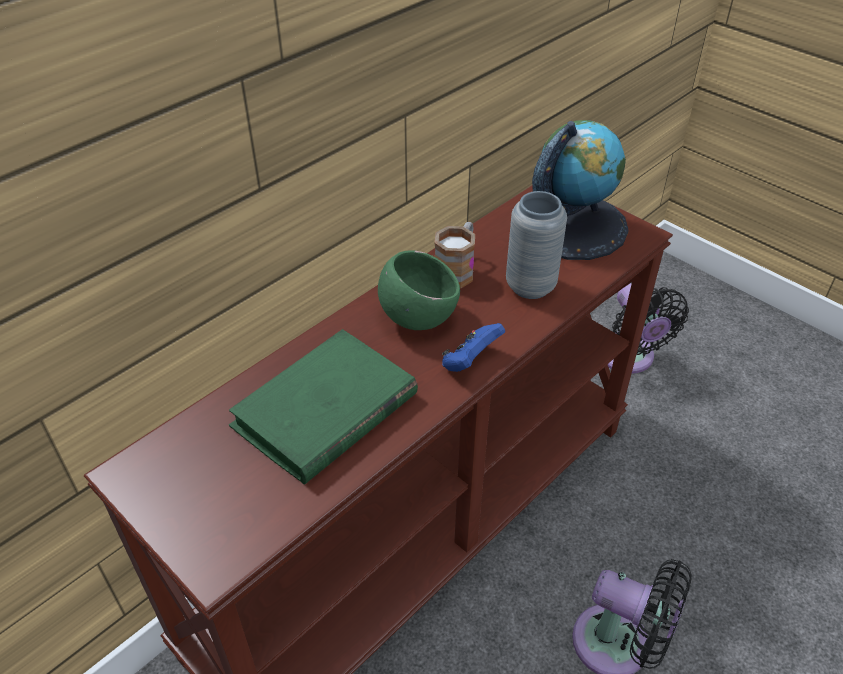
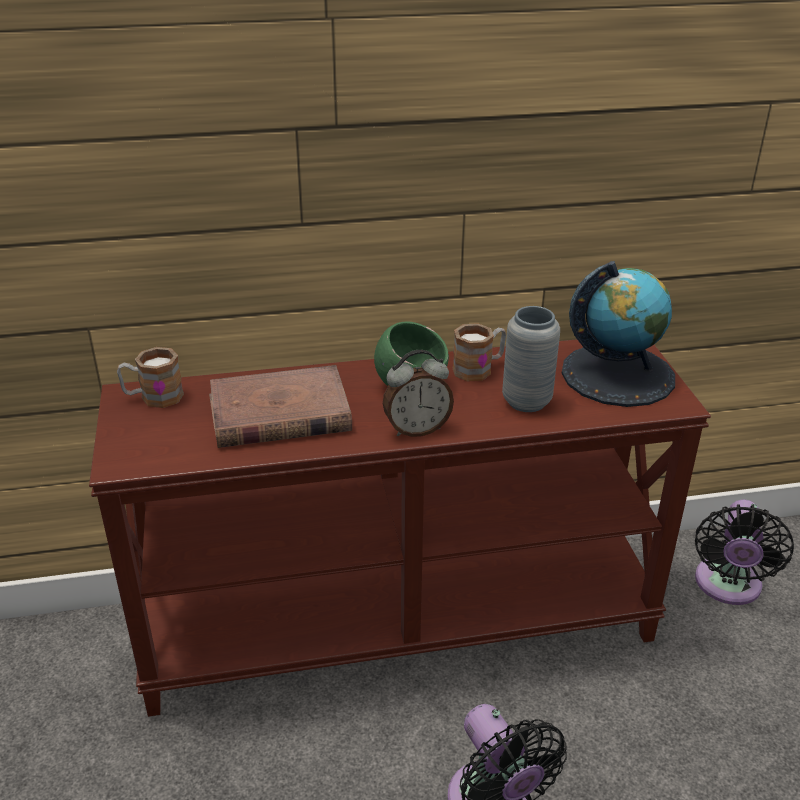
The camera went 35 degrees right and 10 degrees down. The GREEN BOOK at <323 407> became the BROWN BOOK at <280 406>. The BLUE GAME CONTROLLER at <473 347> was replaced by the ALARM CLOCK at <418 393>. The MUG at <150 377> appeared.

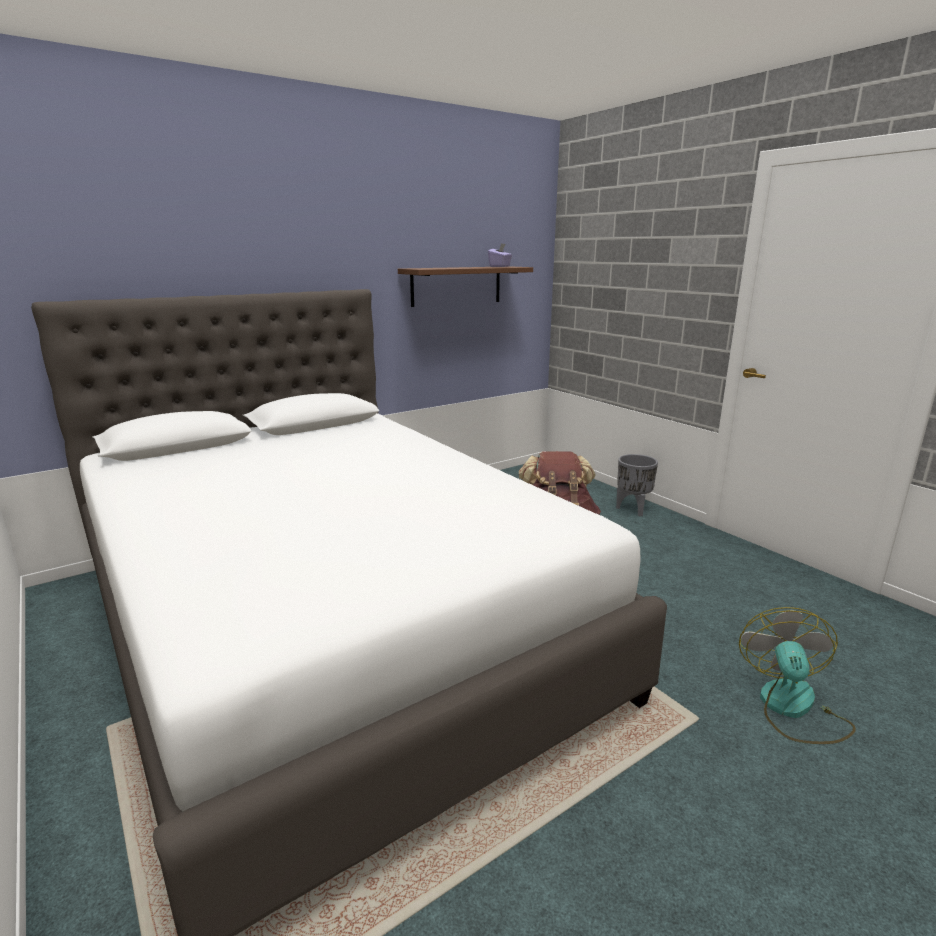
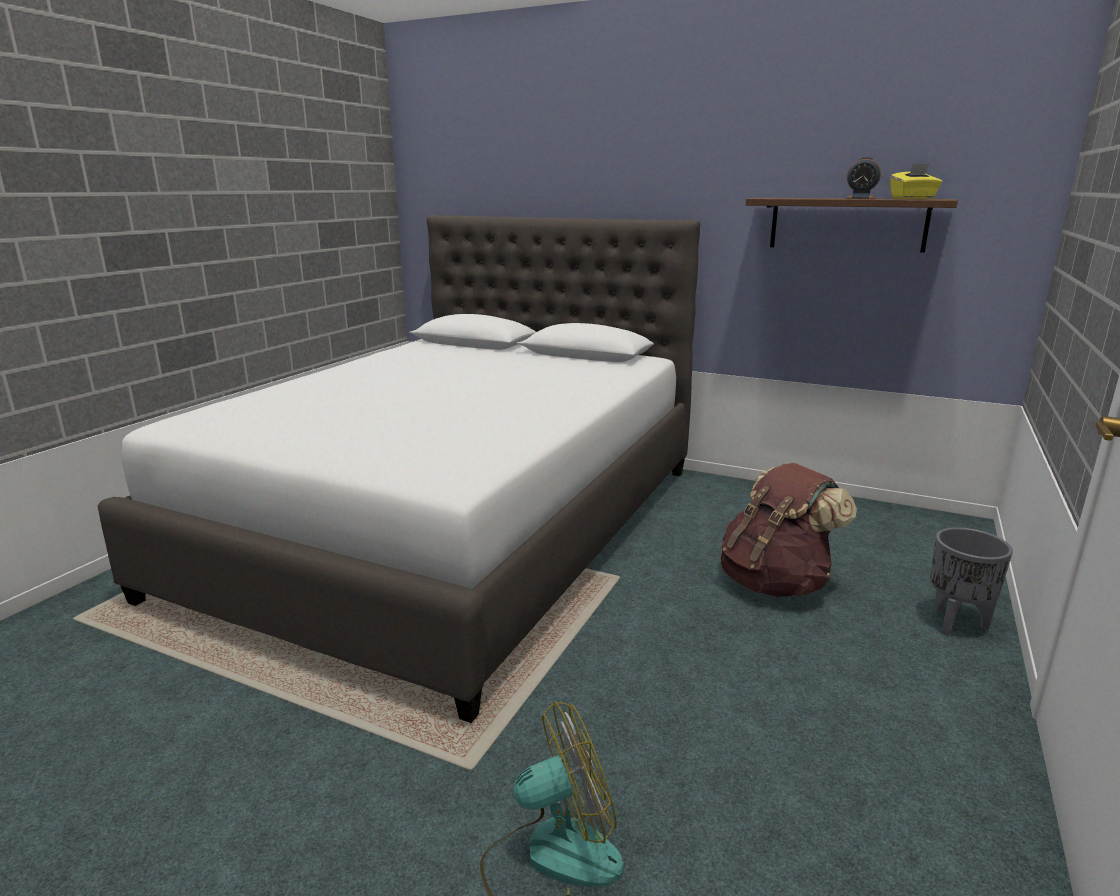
The camera went 60 degrees right and 0 degrees up. The PURPLE TISSUE BOX at <500 255> became the YELLOW TISSUE BOX at <916 181>. The ALARM CLOCK at <863 178> appeared.

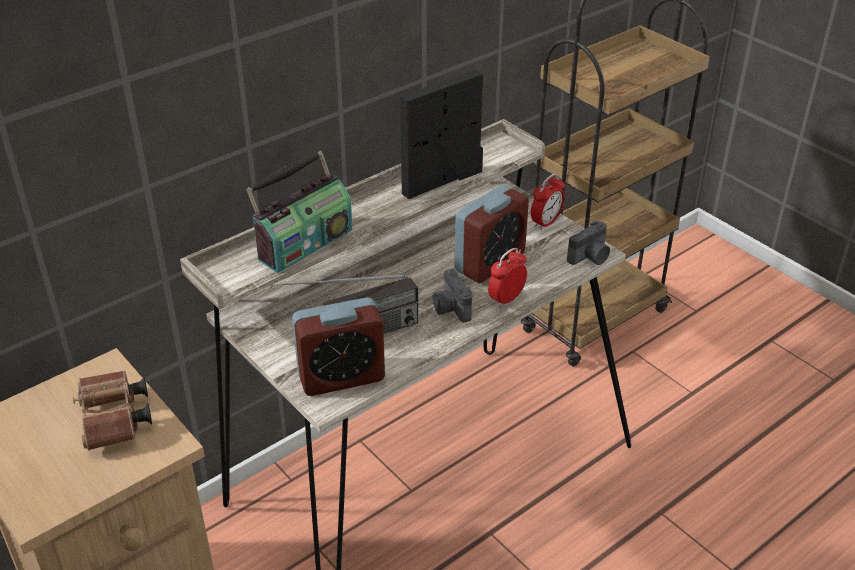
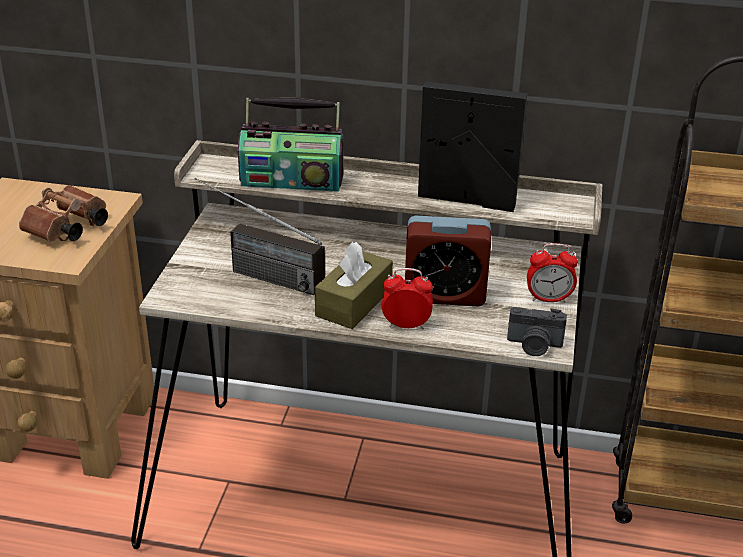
The camera went 50 degrees right and 5 degrees down. The ALARM CLOCK at <338 346> disappeared. The PHOTO CAMERA at <452 295> was replaced by the BROWN TISSUE BOX at <354 285>.

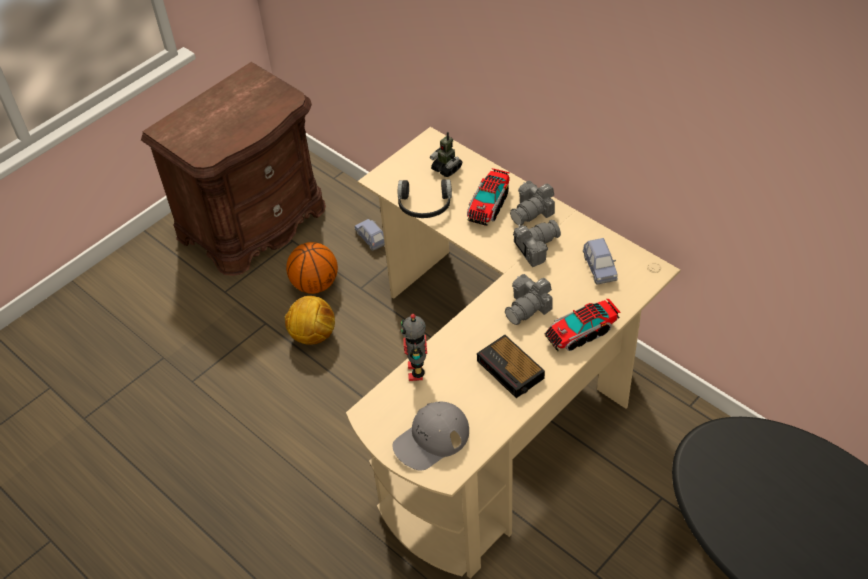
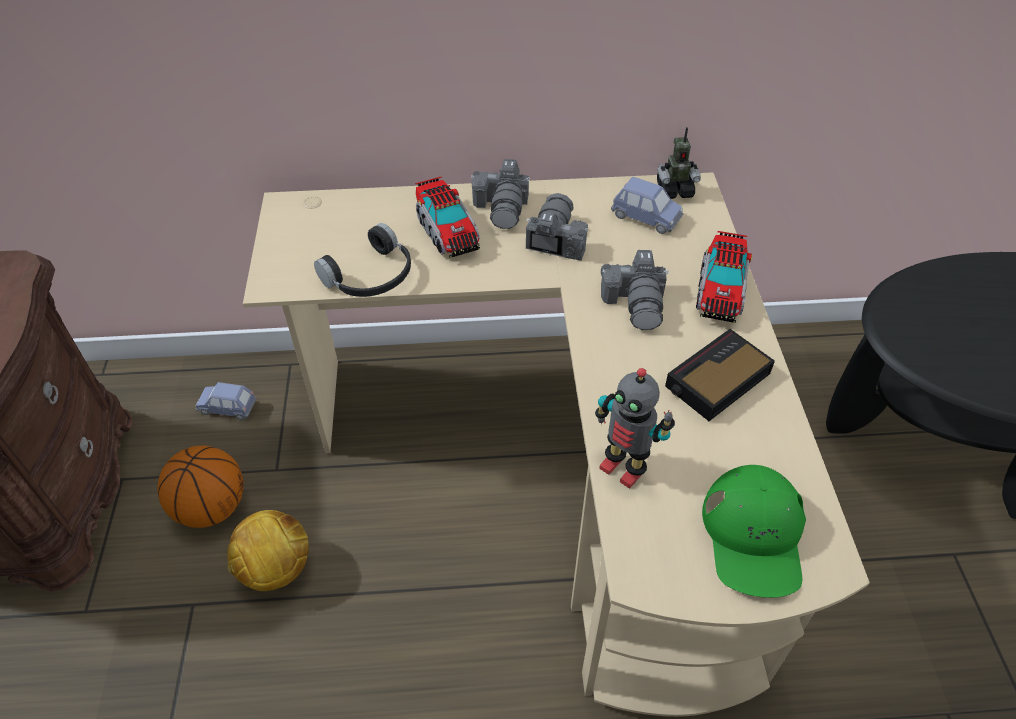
The camera went 50 degrees left and 0 degrees up. The GREY CAP at <430 436> became the GREEN CAP at <754 531>. The TOY ROBOT moved from <446 154> to <679 163>. The ALARM CLOCK at <511 366> turned 135 degrees clockwise.

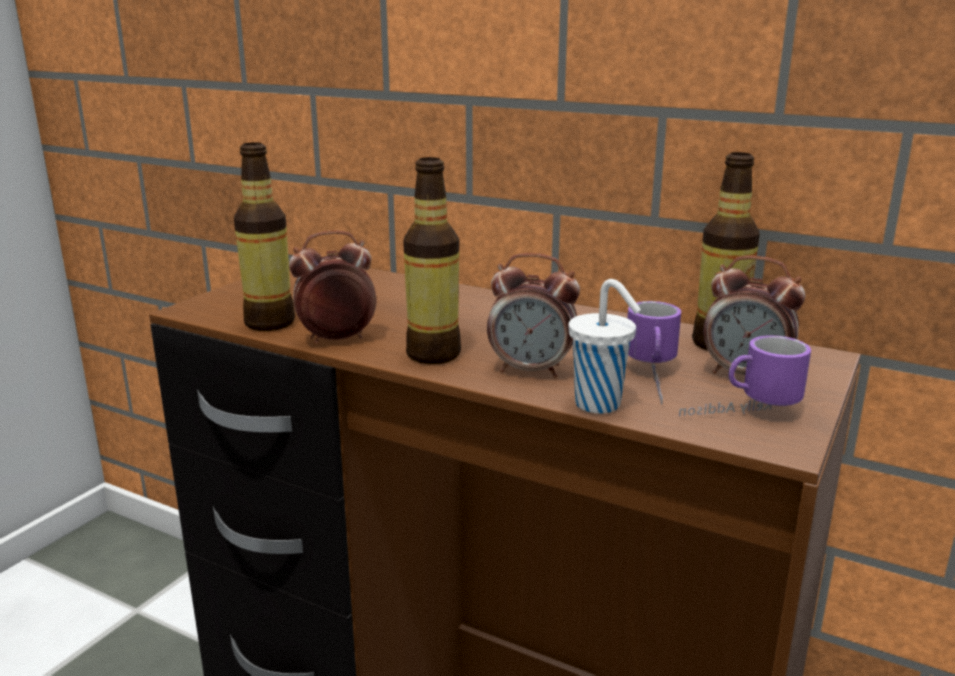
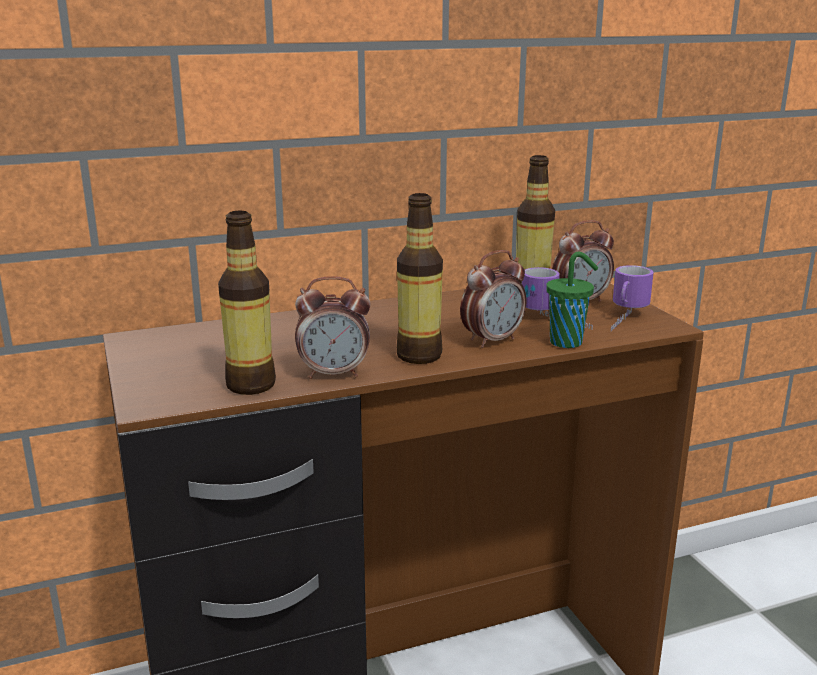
The camera went 50 degrees left and 0 degrees up. The ALARM CLOCK at <332 287> turned 120 degrees counterclockwise. The WHITE CUP at <605 346> became the GREEN CUP at <572 300>.

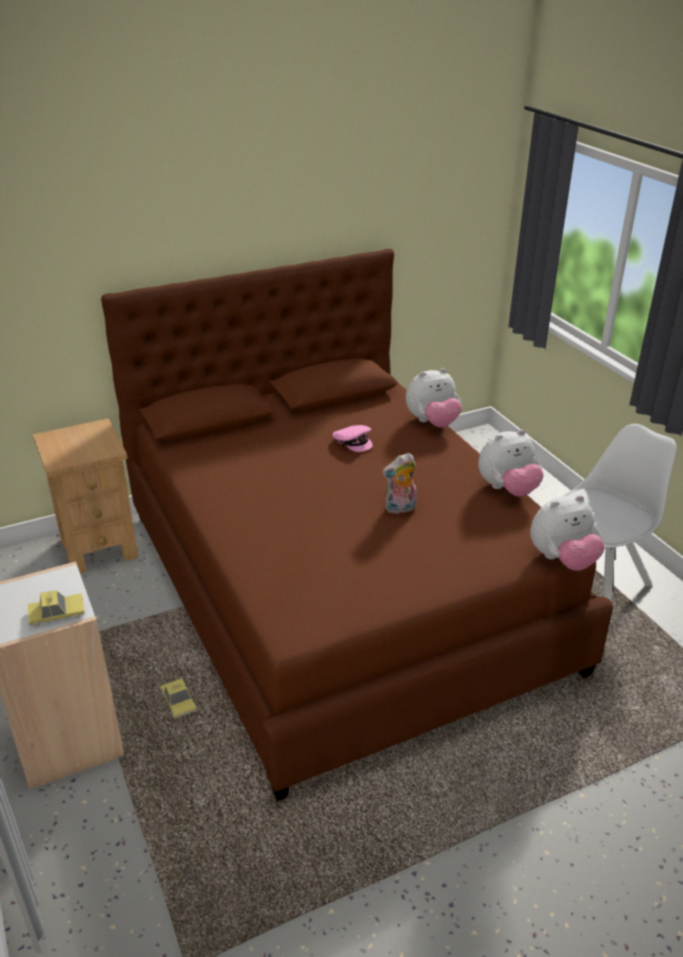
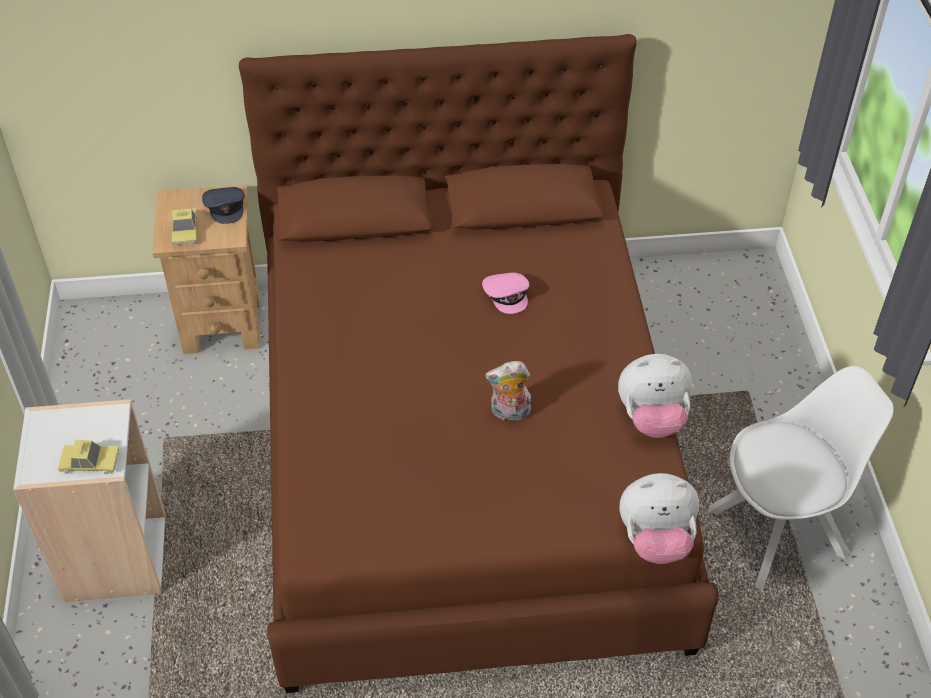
The camera went 20 degrees right and 15 degrees up. The TOY CAR moved from <178 698> to <184 226>. The PLUSH TOY at <434 397> disappeared. The GREY CAP at <223 205> appeared.

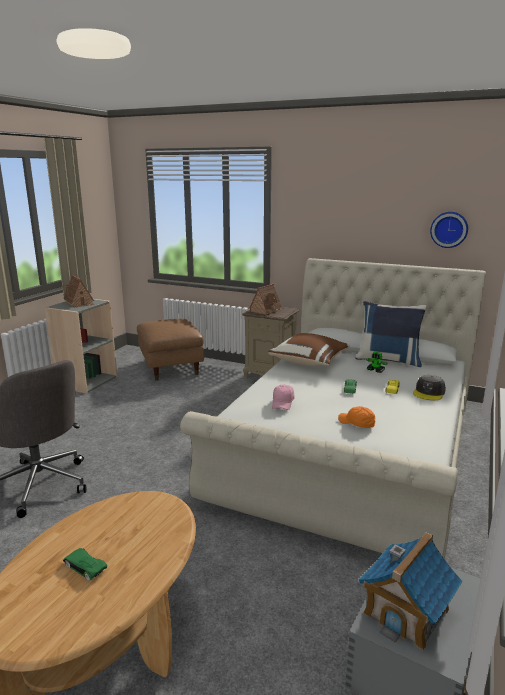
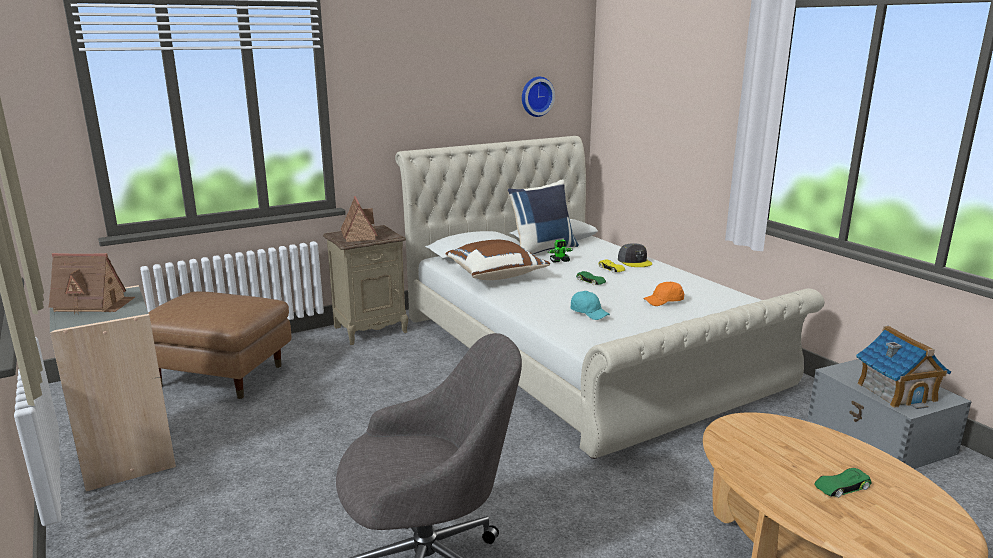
The camera went 55 degrees left and 0 degrees up. The PINK CAP at <283 397> became the TURQUOISE CAP at <590 305>.

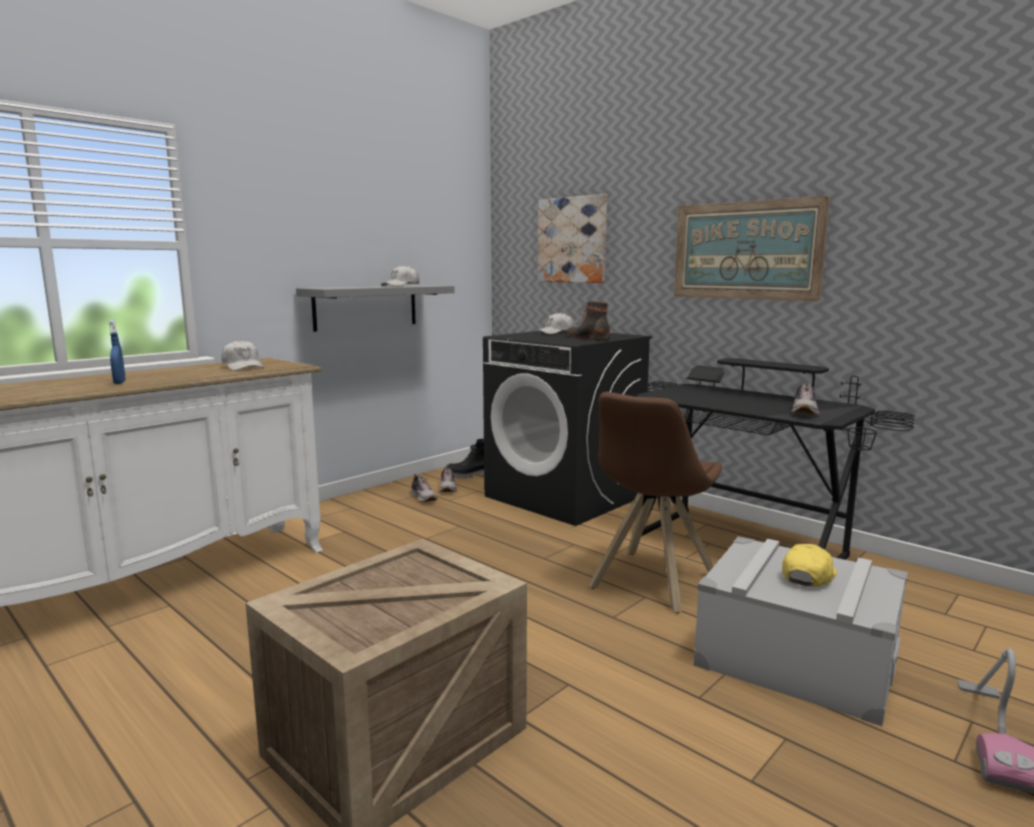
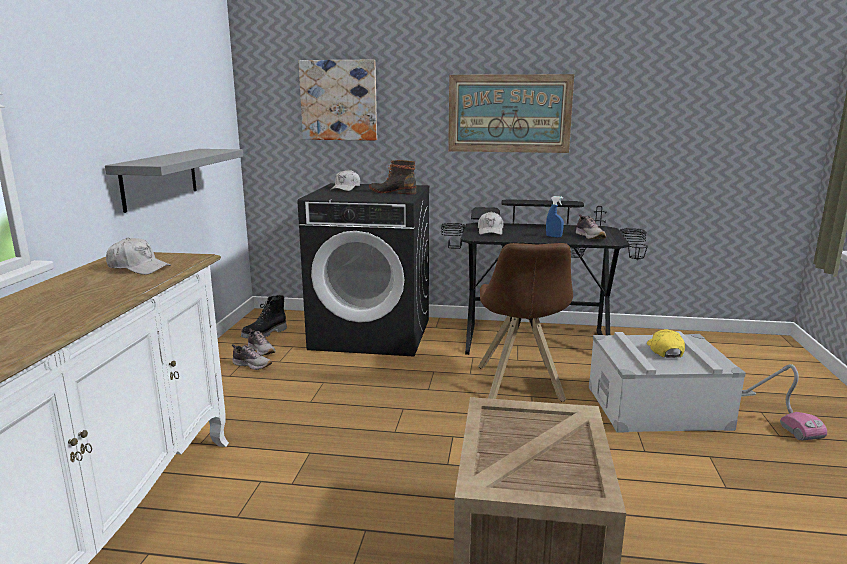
The camera went 35 degrees left and 5 degrees up. The BLUE SPRAY BOTTLE moved from <117 351> to <555 217>. The WHITE CAP moved from <400 275> to <490 223>.

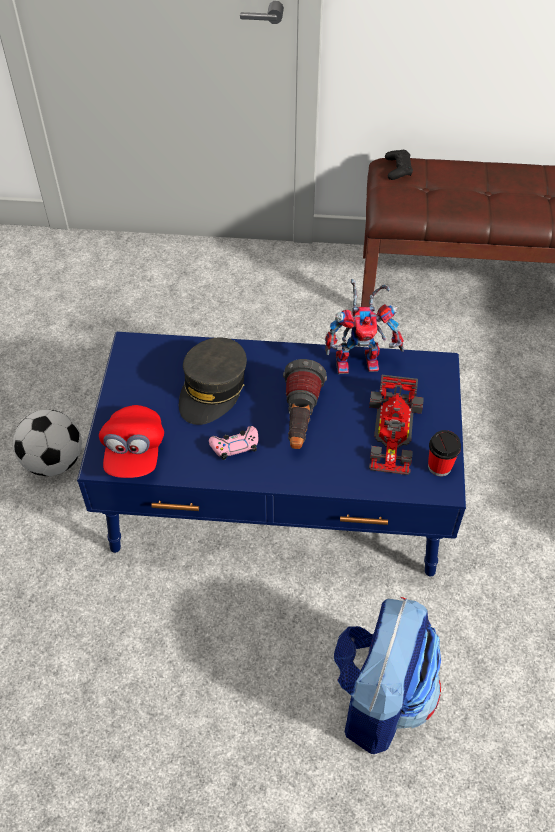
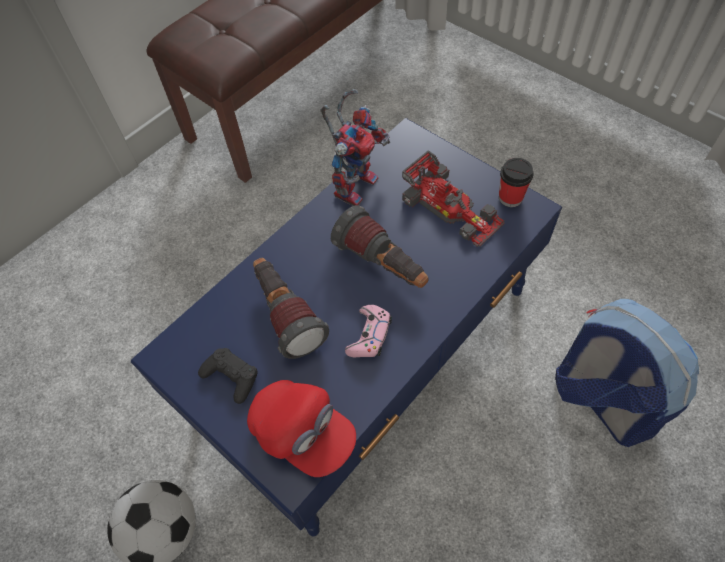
The camera went 50 degrees left and 5 degrees up. The GREY CAP at <213 381> was replaced by the FLASHLIGHT at <291 308>. The BLACK GAME CONTROLLER moved from <399 165> to <228 376>.

